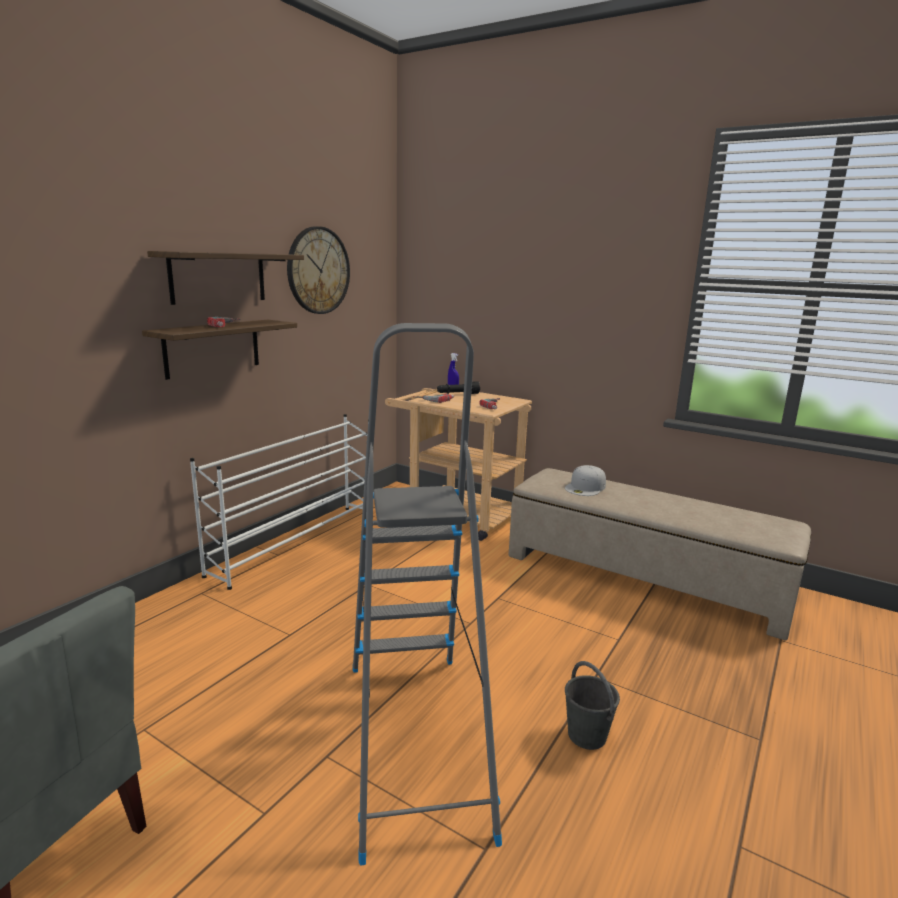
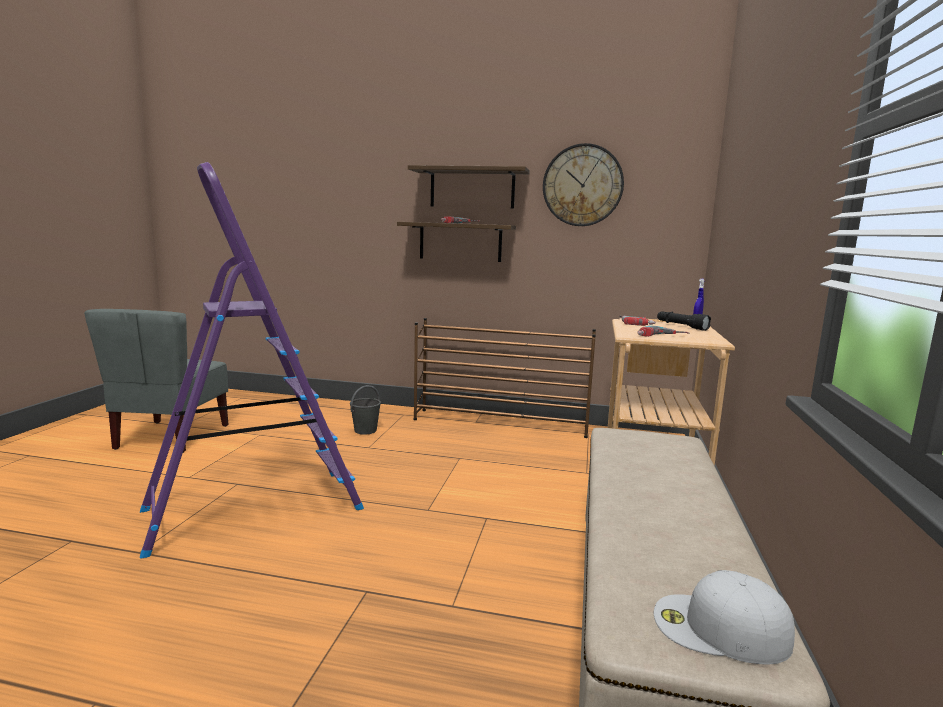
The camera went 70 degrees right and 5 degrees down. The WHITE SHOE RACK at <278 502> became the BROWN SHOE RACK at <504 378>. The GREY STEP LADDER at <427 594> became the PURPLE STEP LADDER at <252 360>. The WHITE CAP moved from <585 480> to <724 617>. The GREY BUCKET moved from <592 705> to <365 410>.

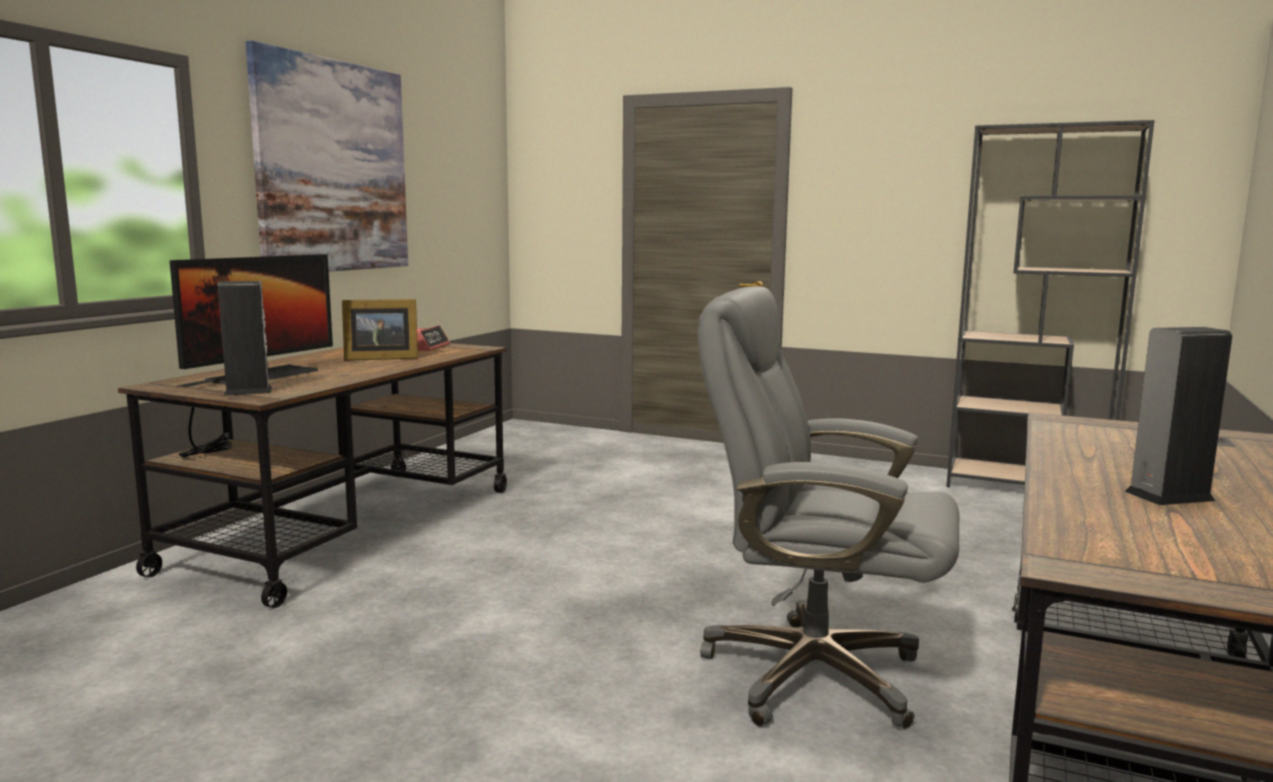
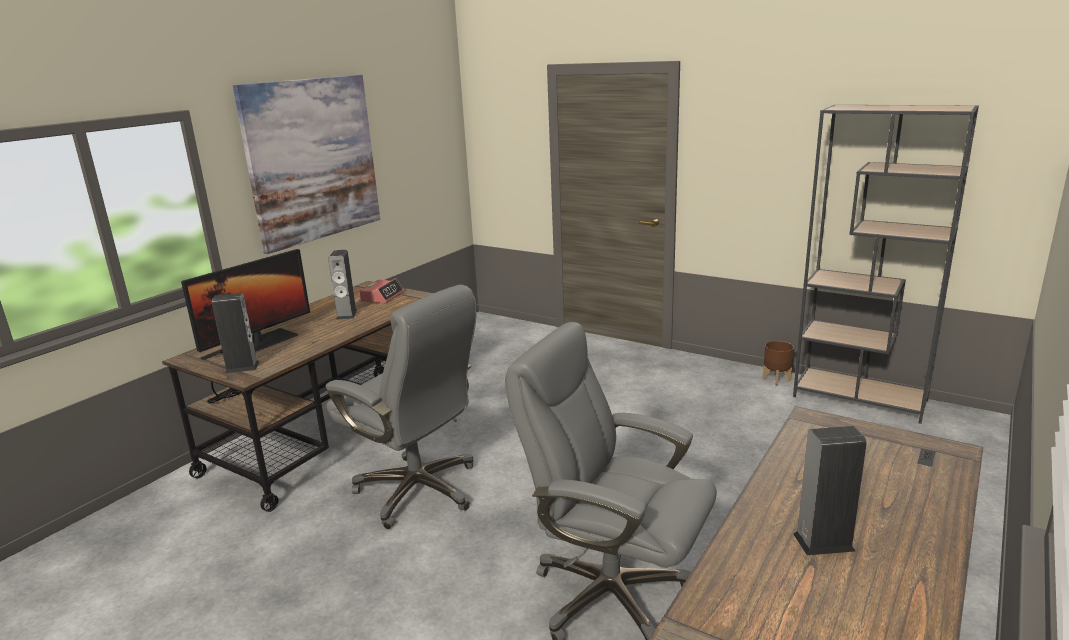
The camera went 10 degrees right and 10 degrees up. The PICTURE FRAME at <380 329> was replaced by the SPEAKER at <342 285>. The GREY OFFICE CHAIR at <401 407> appeared. The BROWN PLANTER at <778 363> appeared.

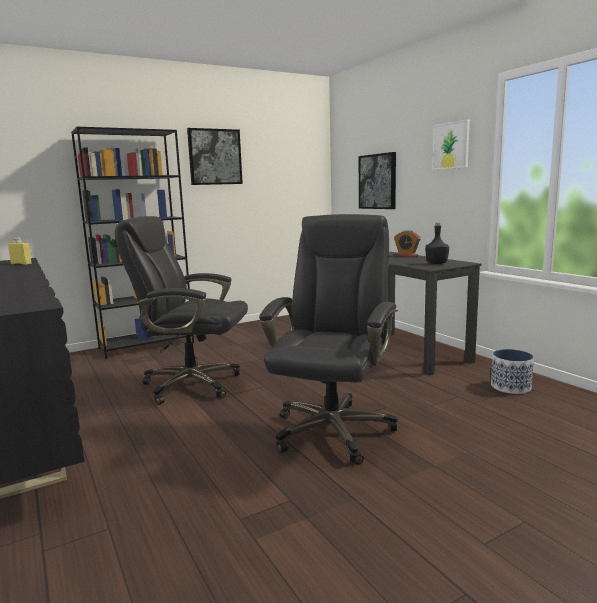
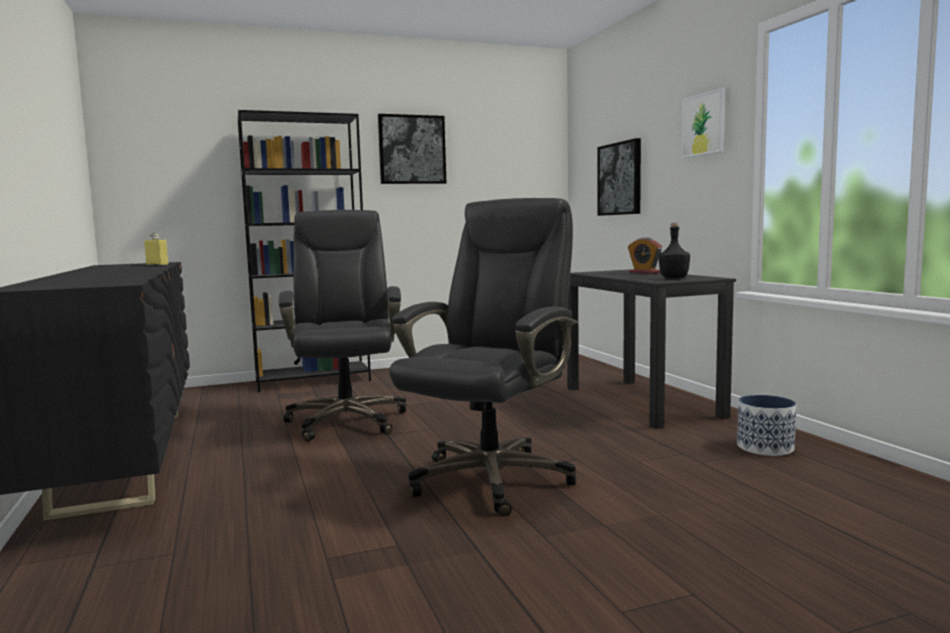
The camera went 10 degrees right and 5 degrees down. The BLACK OFFICE CHAIR at <181 310> turned 60 degrees clockwise.

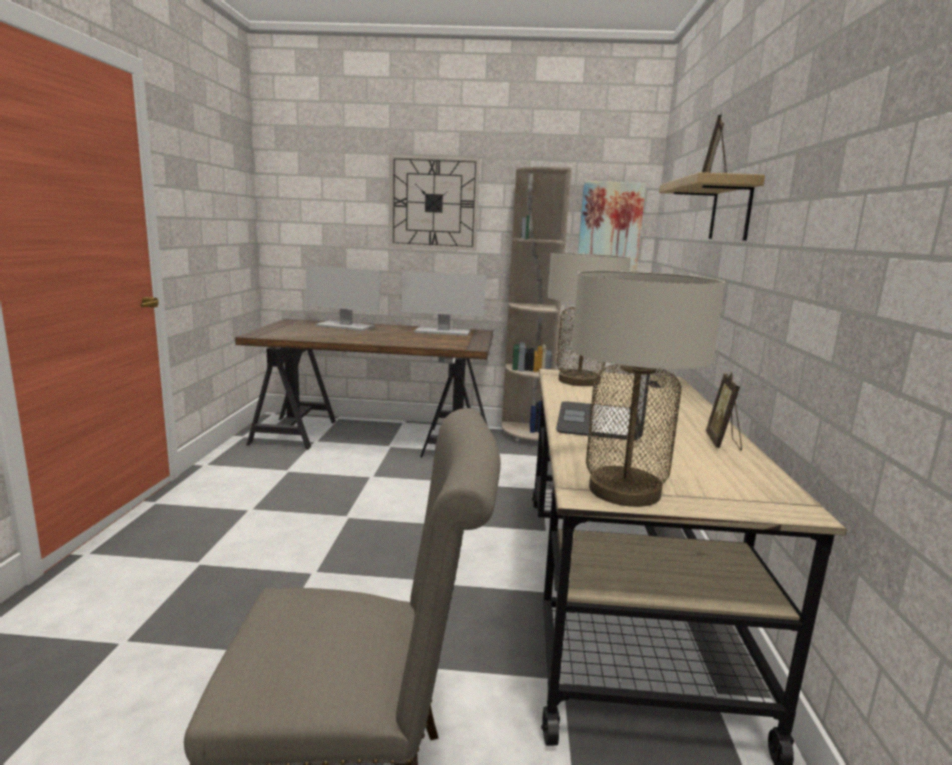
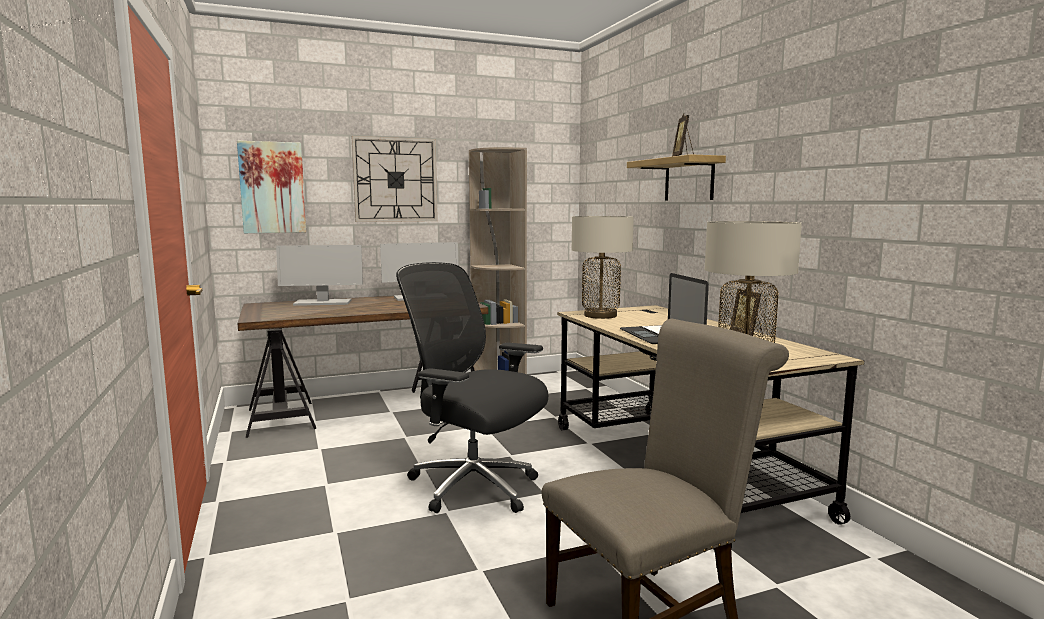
The camera went 25 degrees left and 5 degrees down. The PICTURE moved from <612 226> to <271 187>. The OFFICE CHAIR at <472 387> appeared.

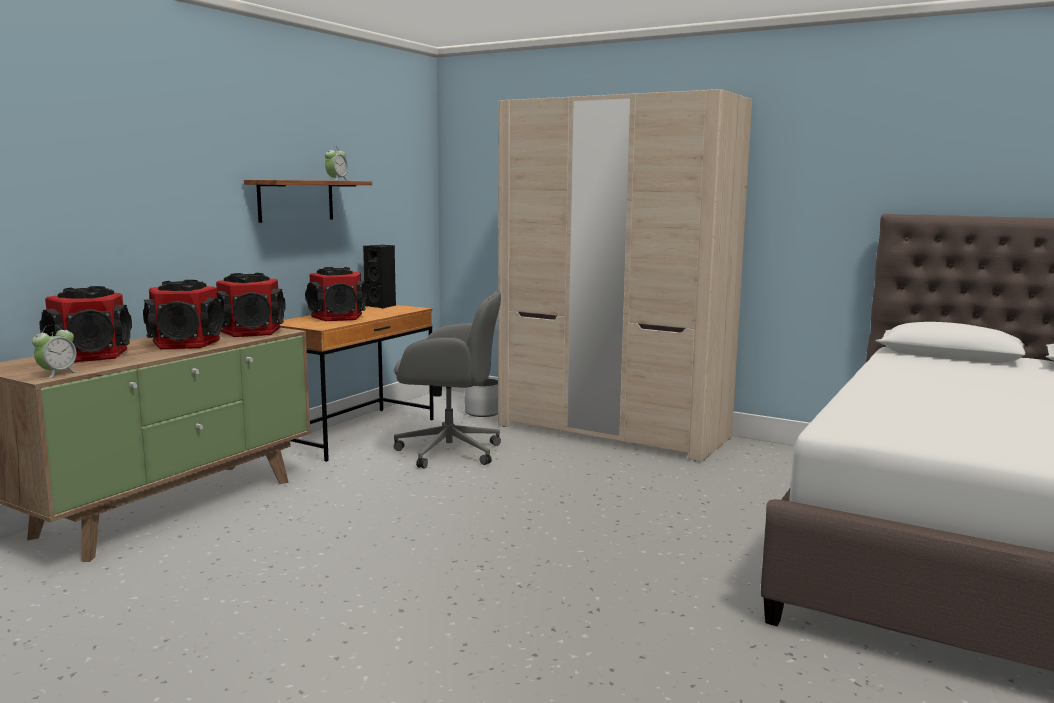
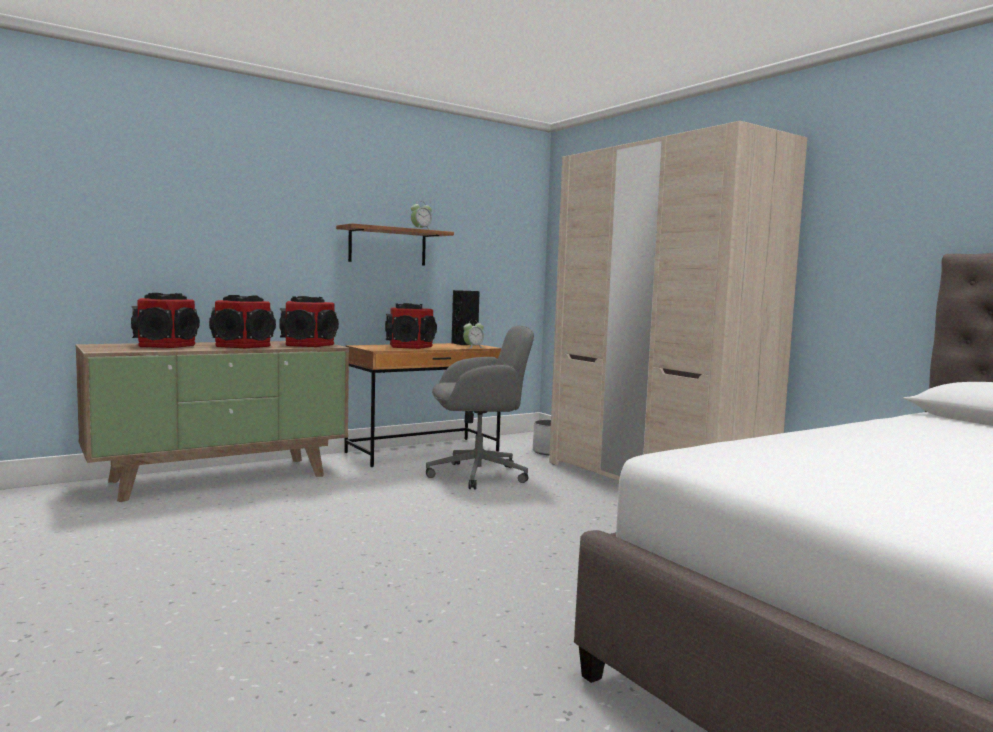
The camera went 25 degrees right and 5 degrees down. The ALARM CLOCK moved from <55 351> to <473 334>. The GREY OFFICE CHAIR at <447 380> turned 45 degrees counterclockwise.

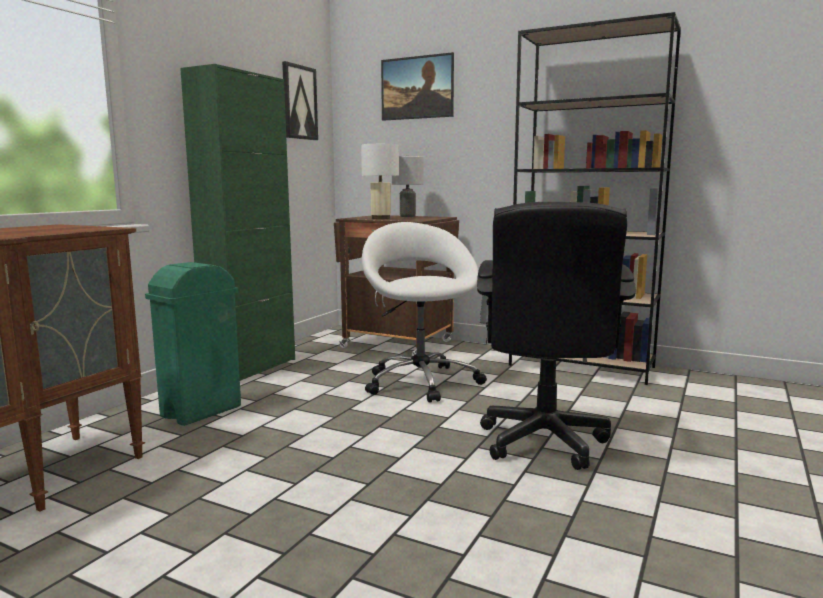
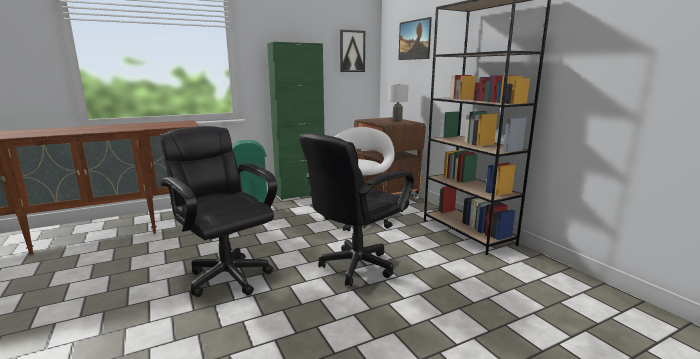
The camera went 35 degrees right and 5 degrees up. The WHITE TABLE LAMP at <380 181> disappeared. The BLACK OFFICE CHAIR at <218 211> appeared.

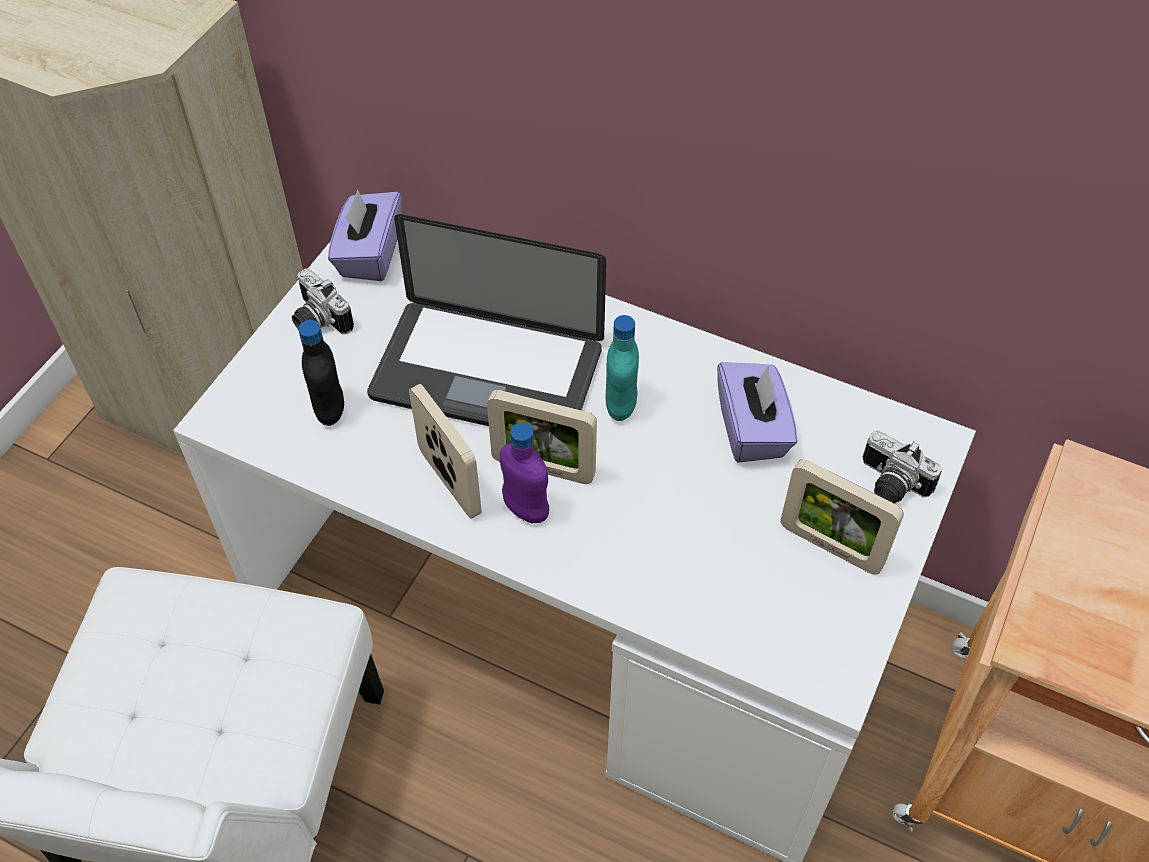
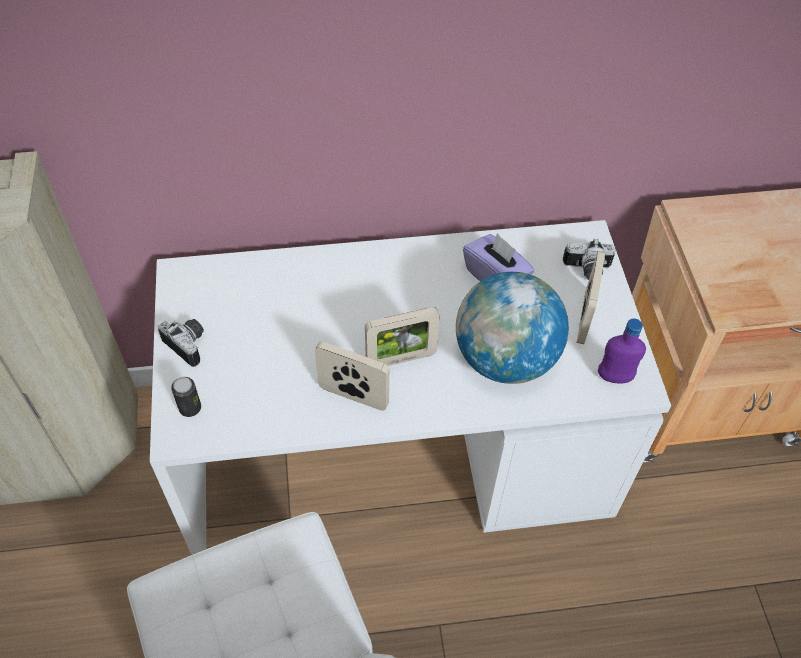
The camera went 35 degrees left and 0 degrees up. The PHOTO CAMERA at <323 301> turned 150 degrees counterclockwise. The BLACK BOTTLE at <321 373> disappeared. The PURPLE TISSUE BOX at <365 235> disappeared. The LAPTOP at <486 320> disappeared. The PURPLE BOTTLE moved from <524 472> to <622 351>. The TURQUOISE BOTTLE at <622 368> disappeared. The PICTURE FRAME at <842 517> turned 75 degrees counterclockwise. The CAN at <186 397> appeared. The GLOBE at <512 328> appeared.

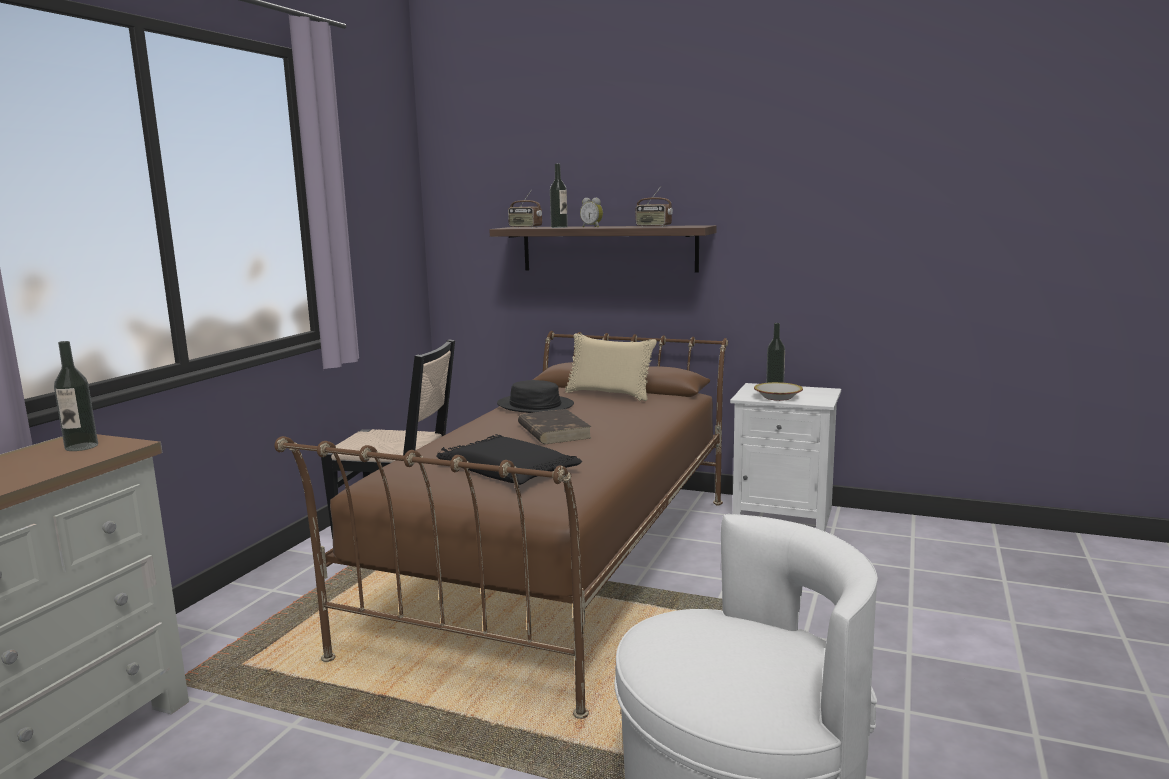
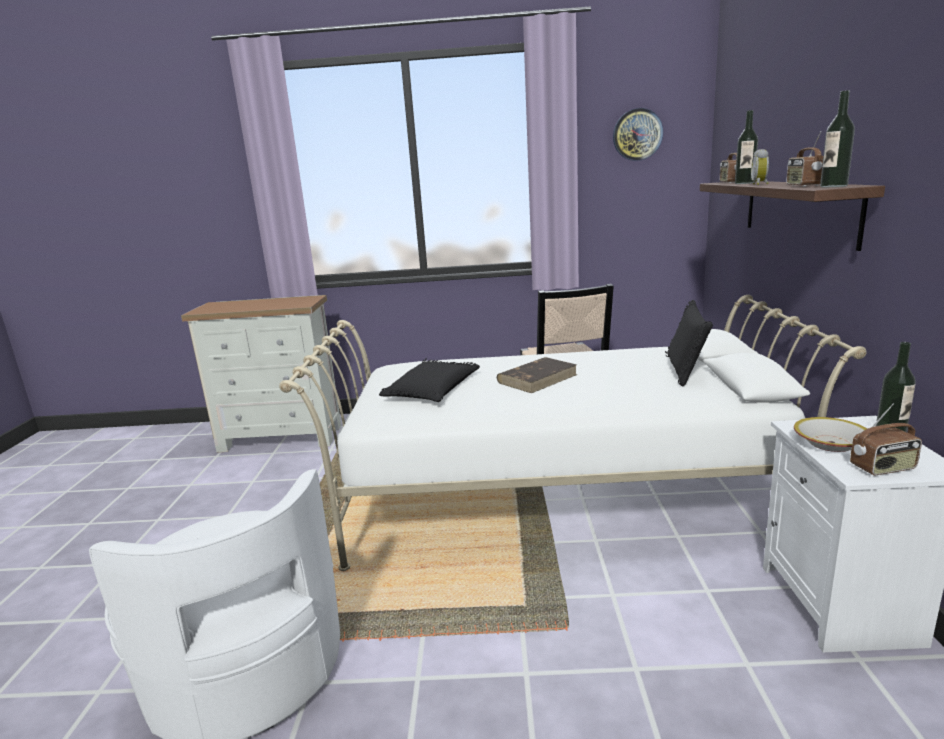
The camera went 70 degrees right and 5 degrees up. The BOTTLE moved from <76 396> to <837 138>. The BROWN BED at <501 525> became the WHITE BED at <573 433>. The BLACK HAT at <535 396> disappeared. The BEIGE PILLOW at <611 367> became the BLACK PILLOW at <689 343>. The WALL CLOCK at <638 134> appeared. The RADIO at <886 439> appeared.

